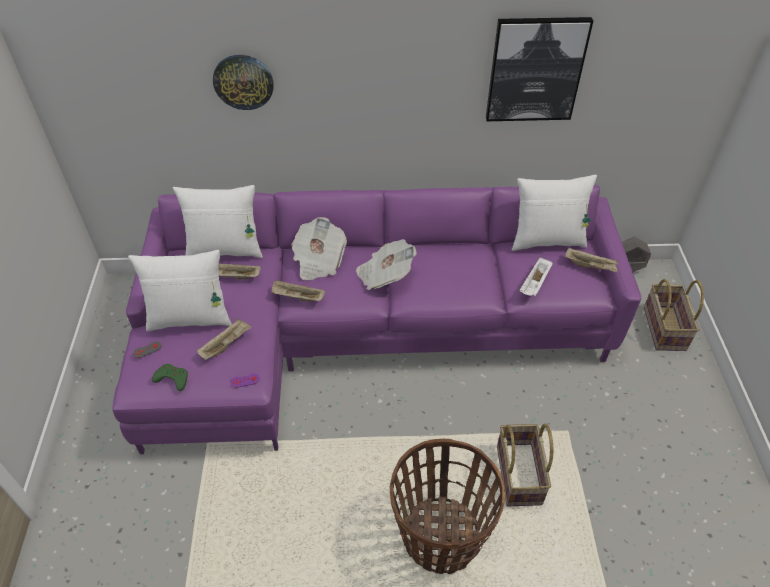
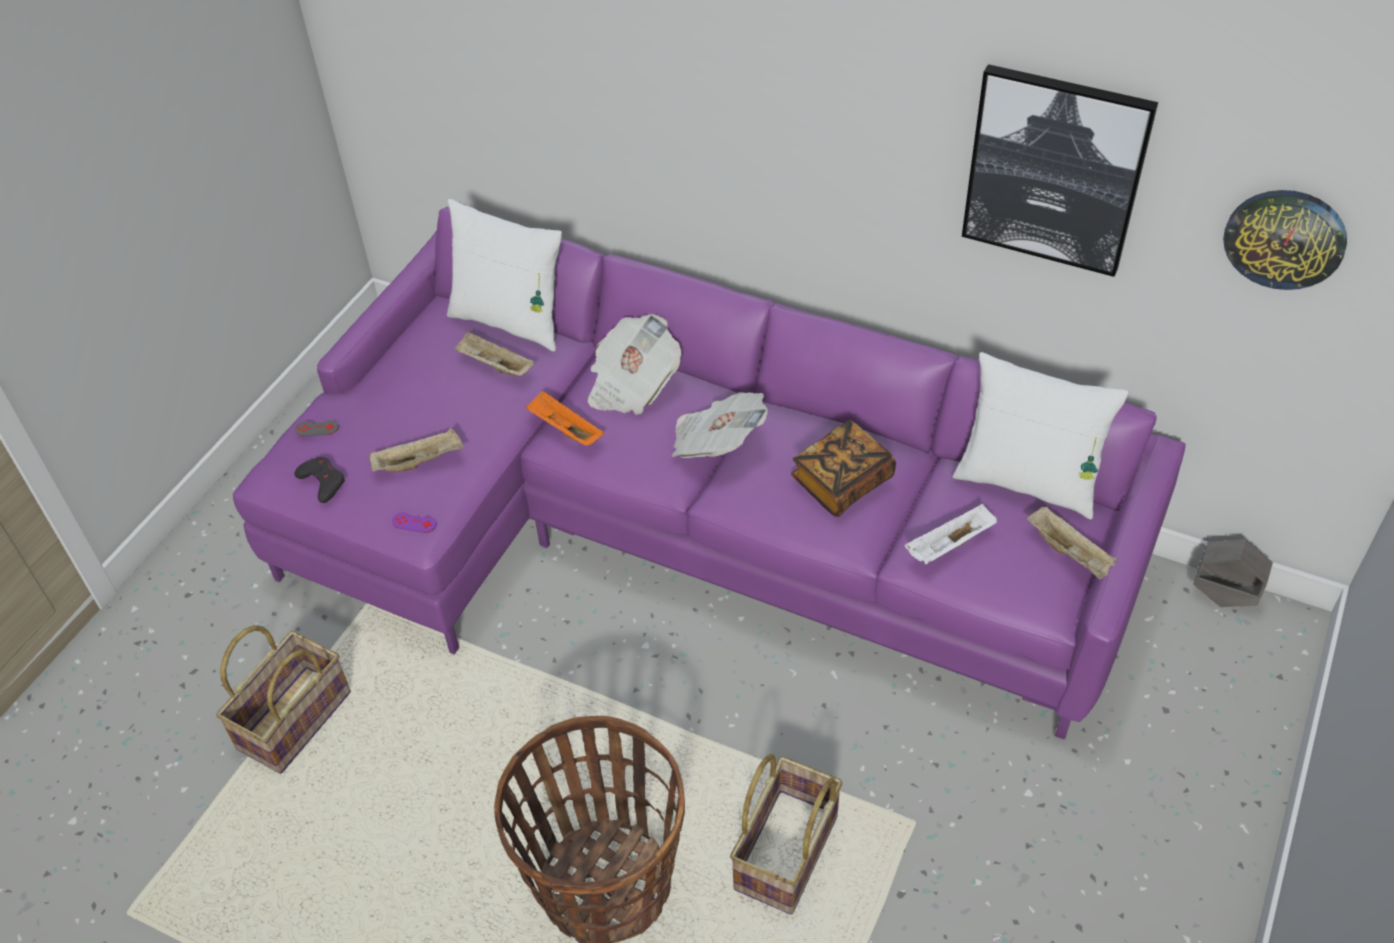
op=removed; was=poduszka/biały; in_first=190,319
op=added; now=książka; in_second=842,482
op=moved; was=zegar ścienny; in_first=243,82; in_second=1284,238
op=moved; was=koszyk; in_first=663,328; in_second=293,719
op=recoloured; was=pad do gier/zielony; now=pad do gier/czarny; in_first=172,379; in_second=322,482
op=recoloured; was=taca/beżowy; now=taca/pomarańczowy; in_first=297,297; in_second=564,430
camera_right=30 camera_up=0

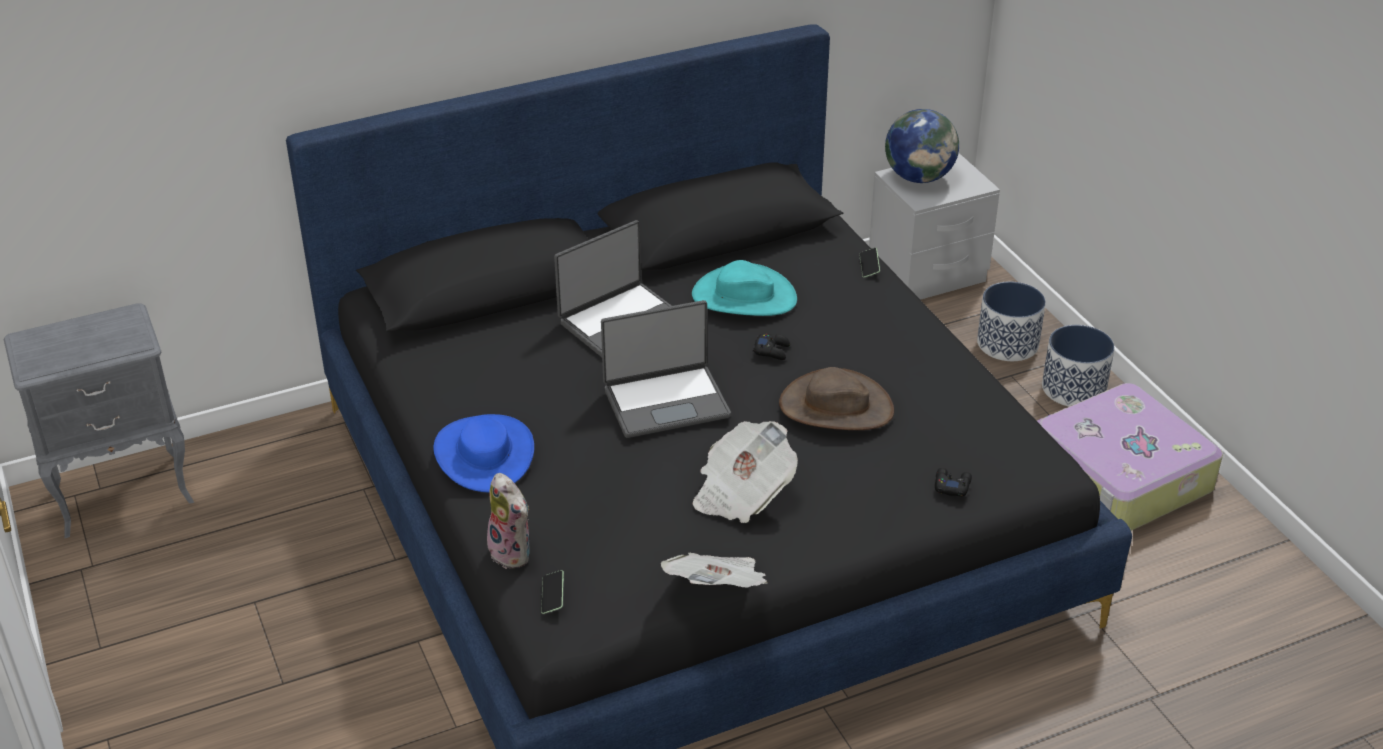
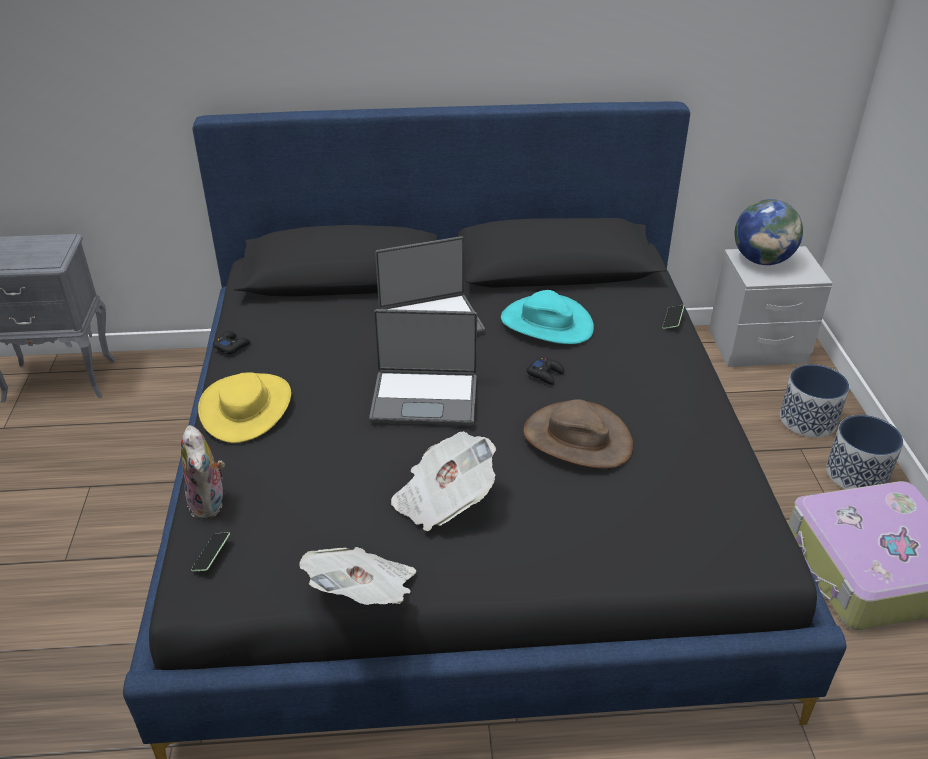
op=moved; was=pad do gier/czarny; in_first=951,485; in_second=232,346
op=recoloured; was=kapelusz/niebieski; now=kapelusz/żółty; in_first=485,454; in_second=247,407
camera_right=20 camera_up=0

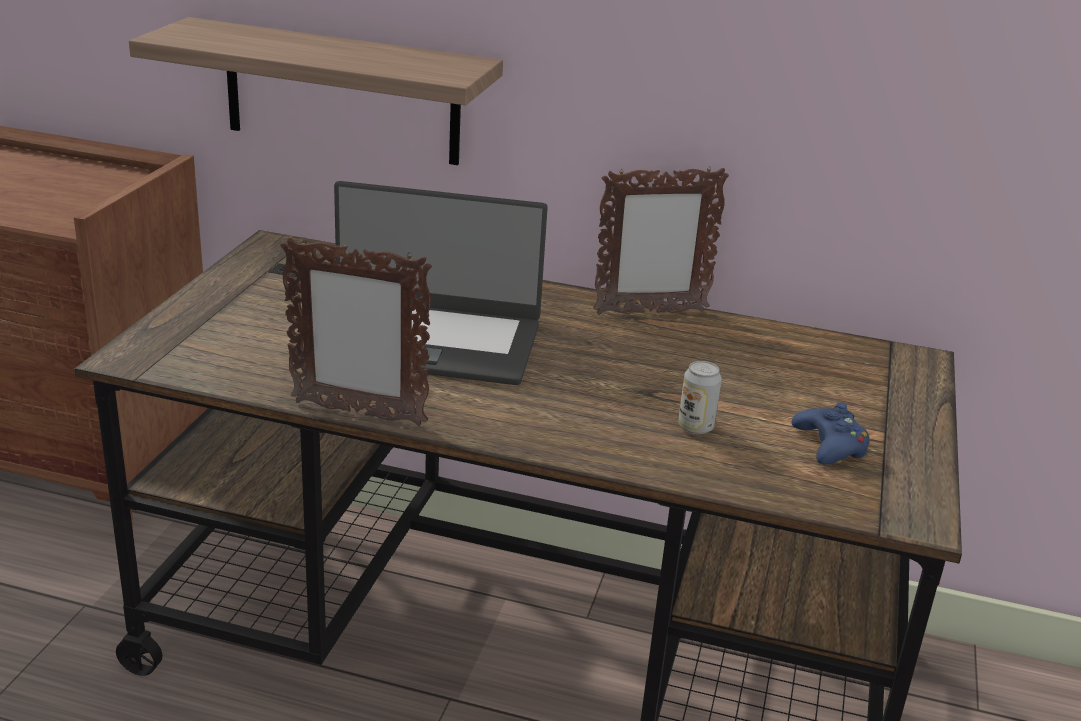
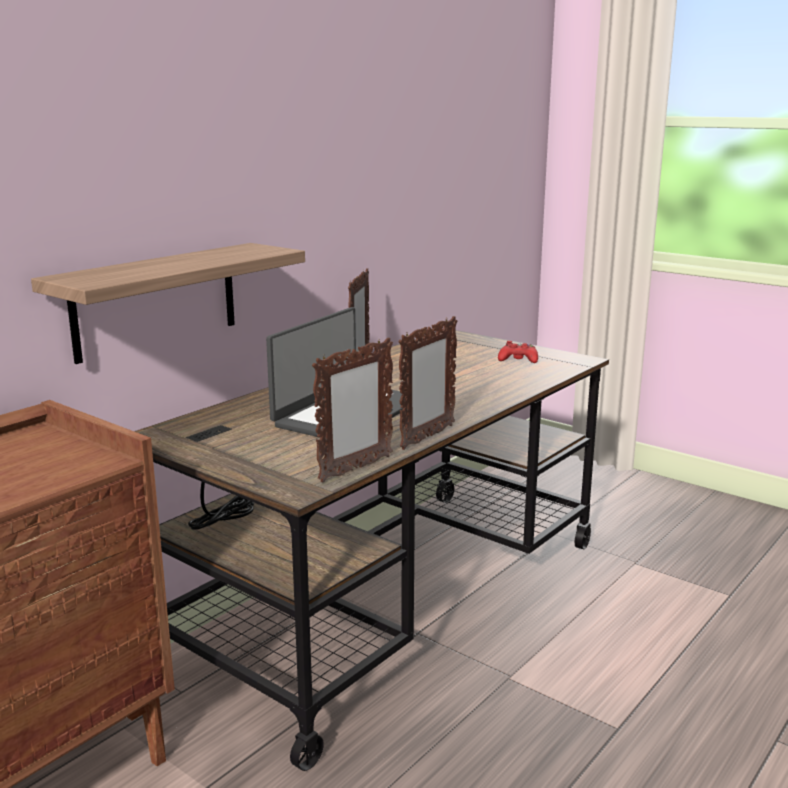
op=removed; was=puszka; in_first=695,427
op=added; now=ramka na zdjęcie; in_second=355,469
op=recoloured; was=pad do gier/niebieski; now=pad do gier/czerwony; in_first=830,445; in_second=518,360
camera_right=-65 camera_up=-10

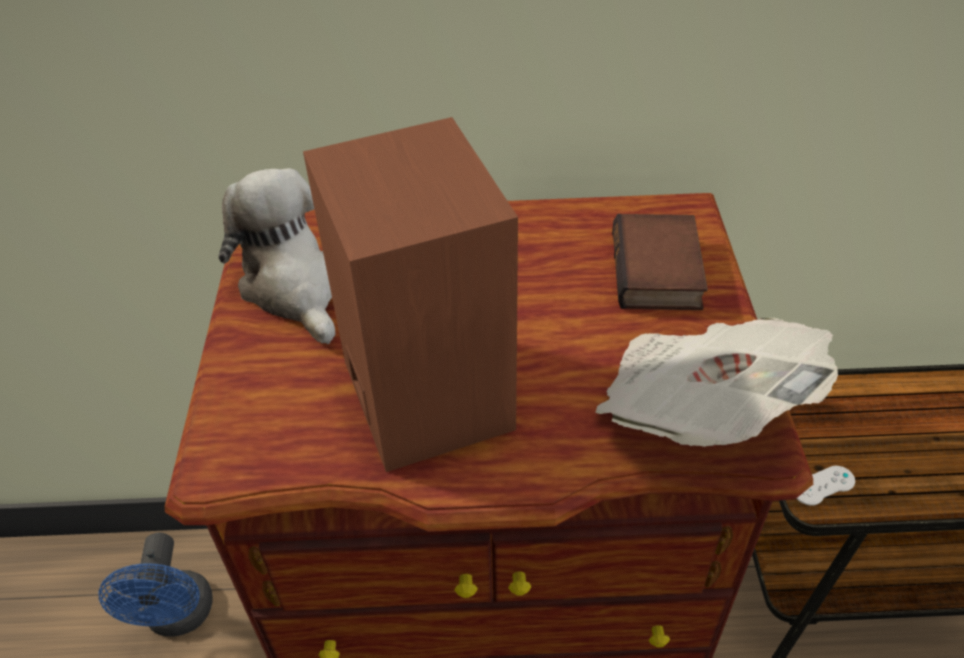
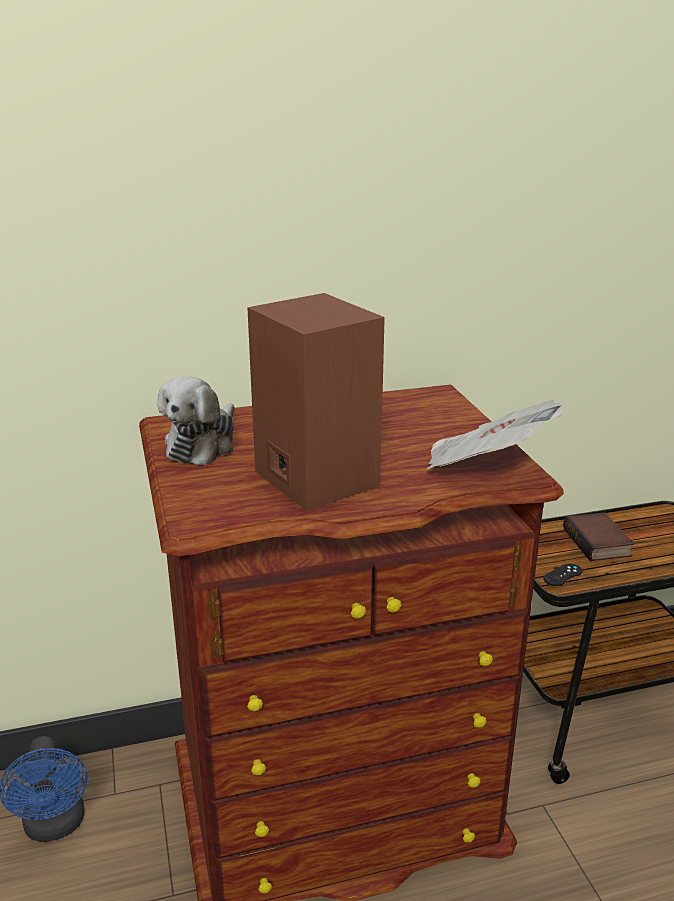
op=moved; was=książka; in_first=660,272; in_second=599,543
op=recoloured; was=pad do gier/biały; now=pad do gier/czarny; in_first=823,485; in_second=563,575
op=turned; was=pluszak; in_first=295,287; in_second=203,444; clockwise=-120
camera_right=-15 camera_up=-20

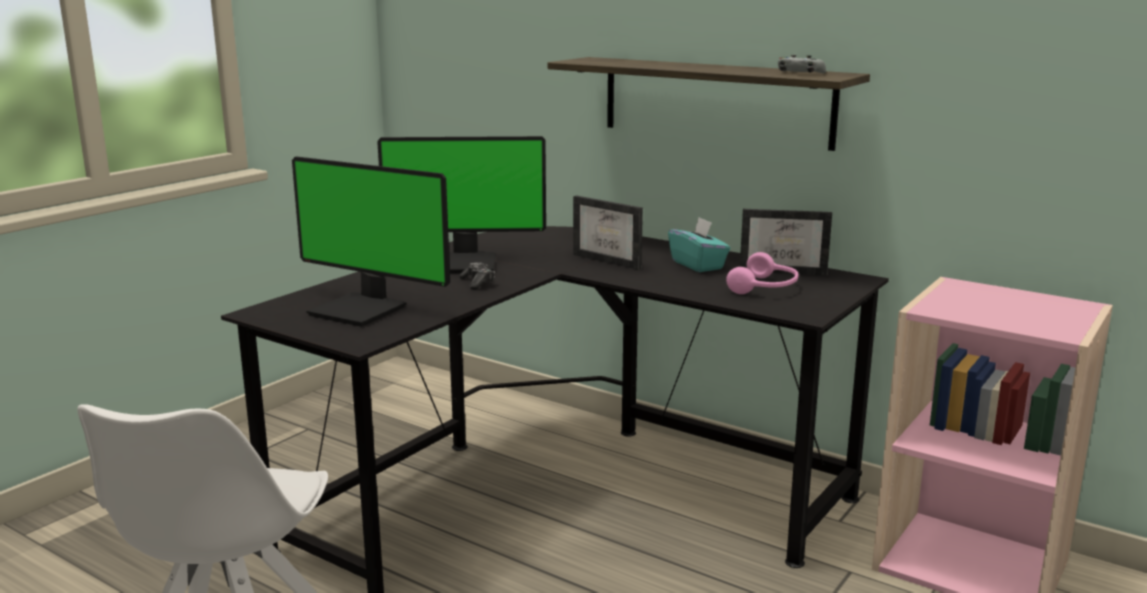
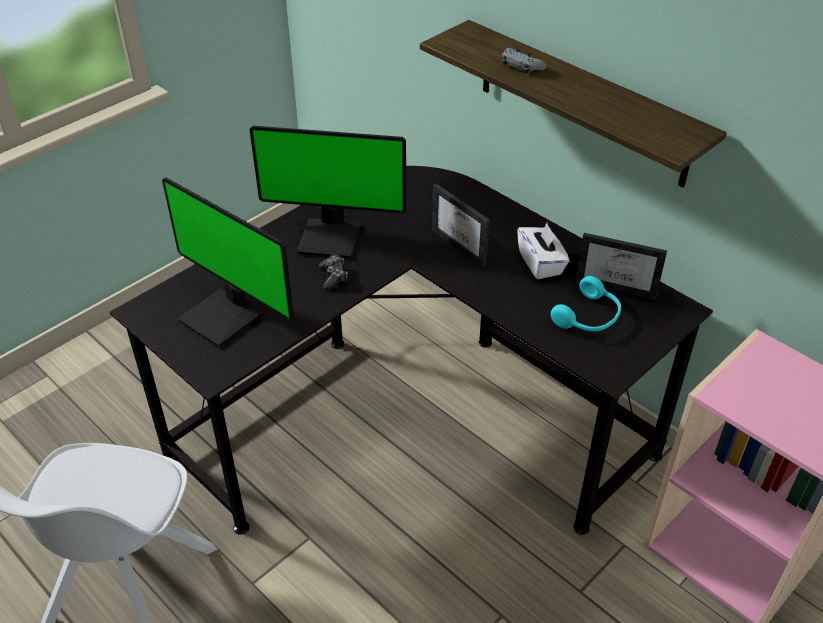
op=moved; was=pad do gier/szary; in_first=799,73; in_second=522,66
op=recoloured; was=pudełko chusteczek/turkusowy; now=pudełko chusteczek/biały; in_first=698,265; in_second=541,264
op=recoloured; was=słuchawki/różowy; now=słuchawki/turkusowy; in_first=765,288; in_second=589,317
camera_right=10 camera_up=25

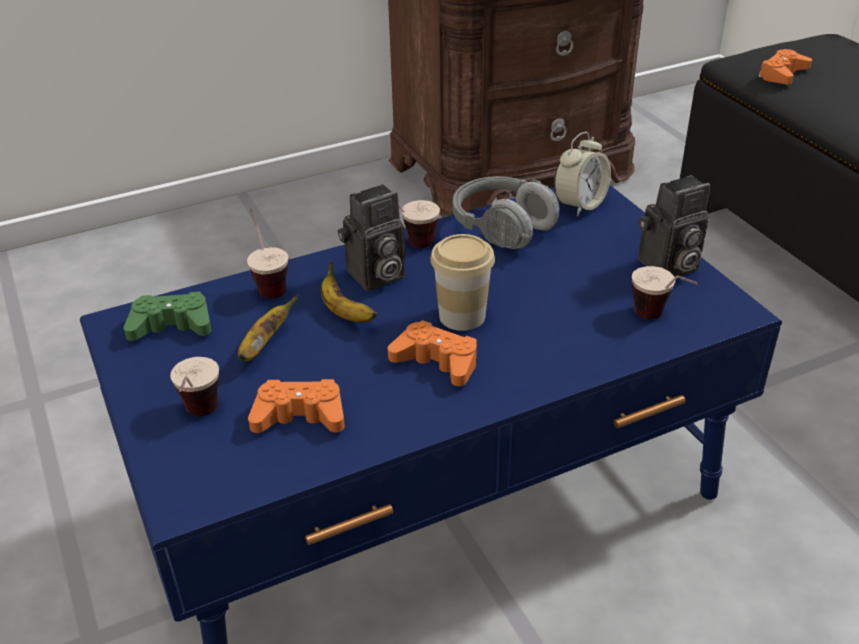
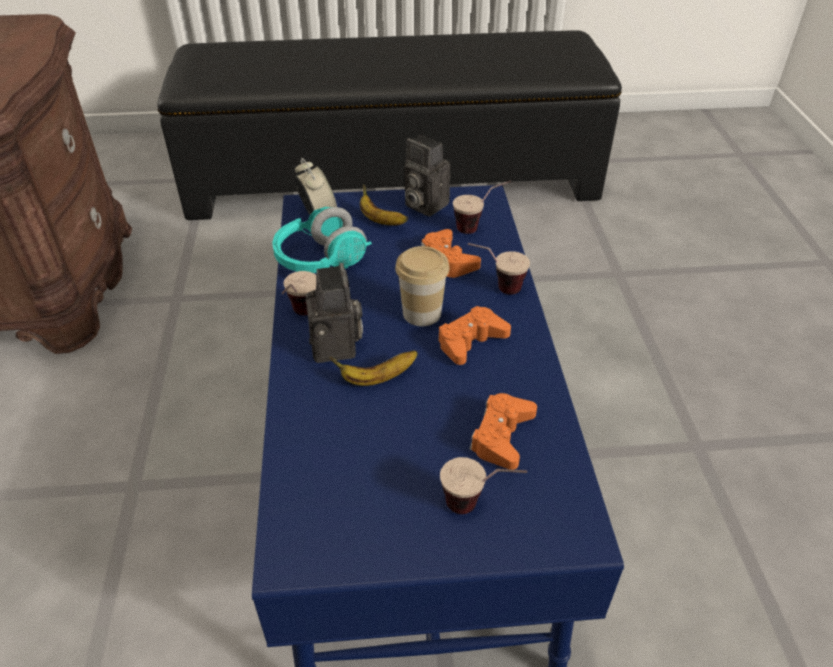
op=removed; was=pad do gier/zielony; in_first=172,326
op=moved; was=banan; in_first=264,344; in_second=380,220
op=moved; was=filiżanka; in_first=268,282; in_second=495,288
op=moved; was=pad do gier/pomarańczowy; in_first=782,74; in_second=448,260
op=recoloured; was=słuchawki/szary; now=słuchawki/turkusowy; in_first=503,229; in_second=321,260
op=turned; was=aparat fotograficzny; in_first=667,267; in_second=423,204; clockwise=135
camera_right=-70 camera_up=5

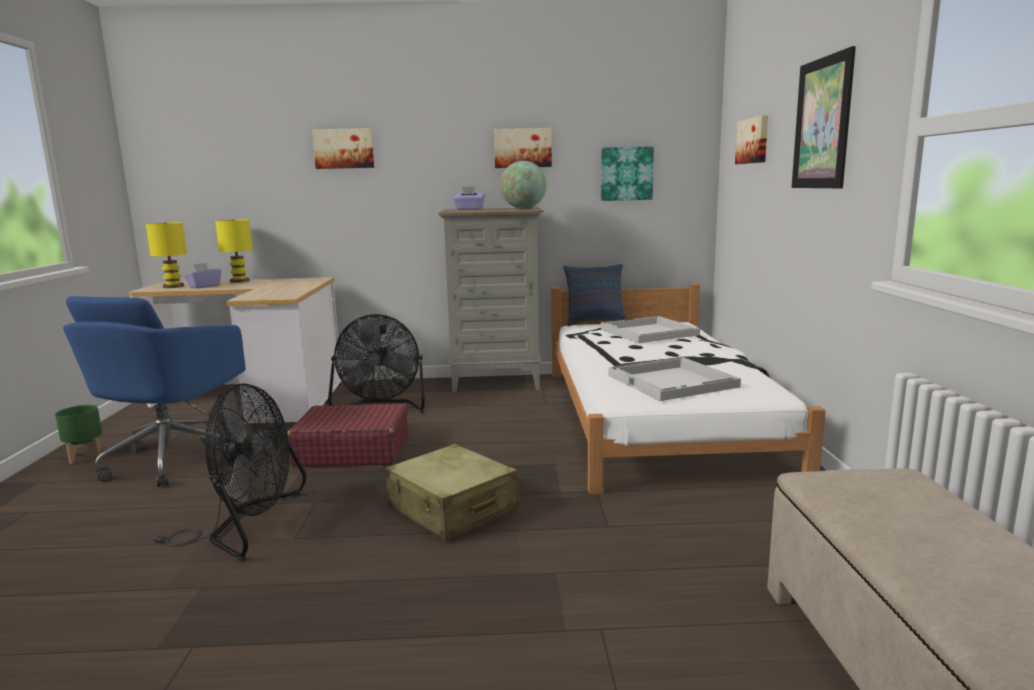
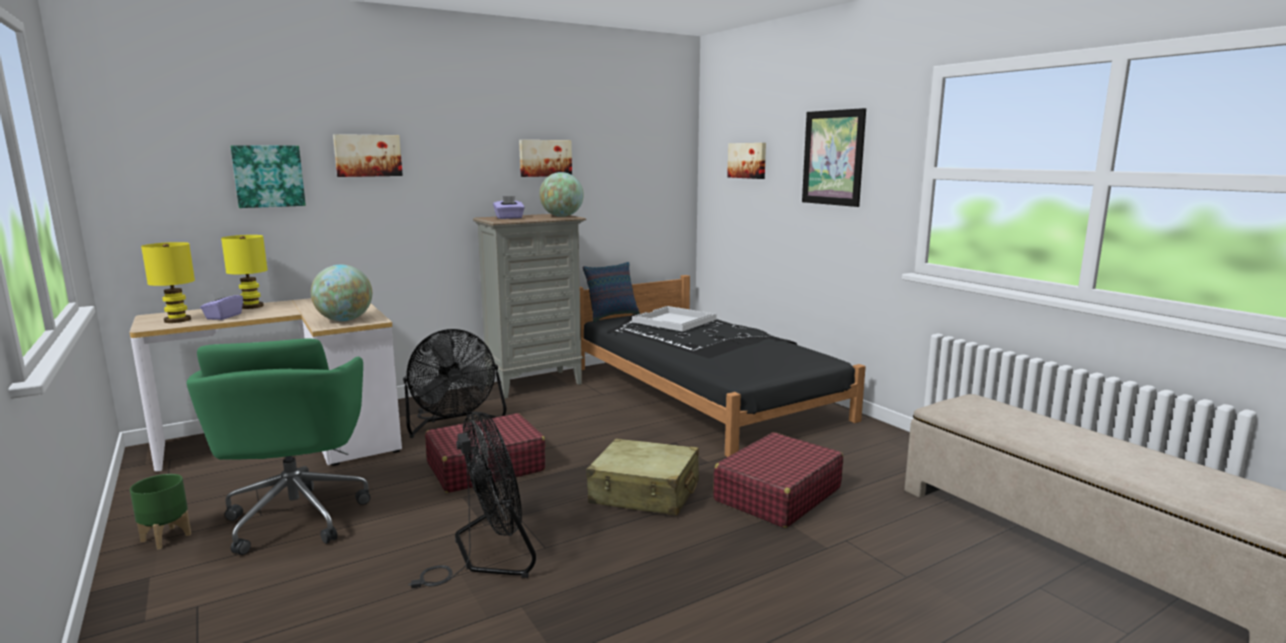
op=removed; was=taca/biały; in_first=673,381
op=added; now=globus; in_second=344,320
op=added; now=walizka/czerwony; in_second=777,494
op=moved; was=obraz; in_first=626,174; in_second=268,176
op=recoloured; was=krzesło biurowe/niebieski; now=krzesło biurowe/zielony; in_first=174,460; in_second=297,516
op=recoloured; was=łóżko/biały; now=łóżko/czarny; in_first=654,417; in_second=702,392
camera_right=-30 camera_up=0

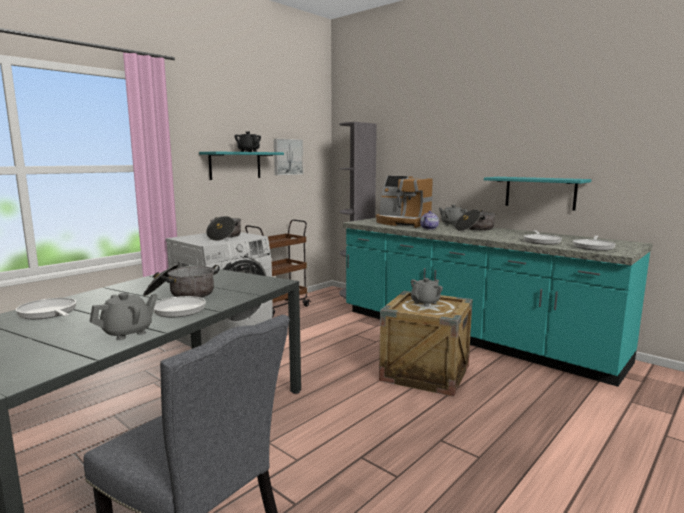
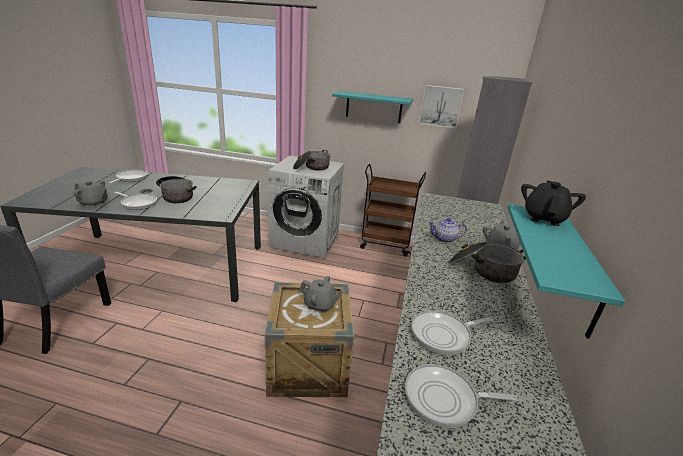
op=removed; was=ekspres do kawy; in_first=403,223
op=moved; was=imbryk/czarny; in_first=248,151; in_second=543,218
camera_right=60 camera_up=15

